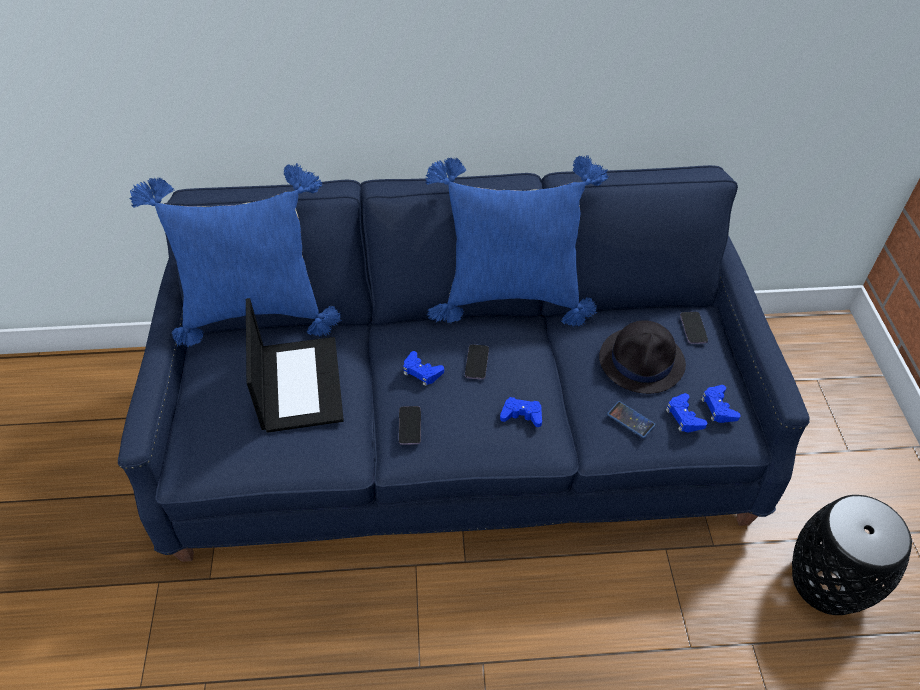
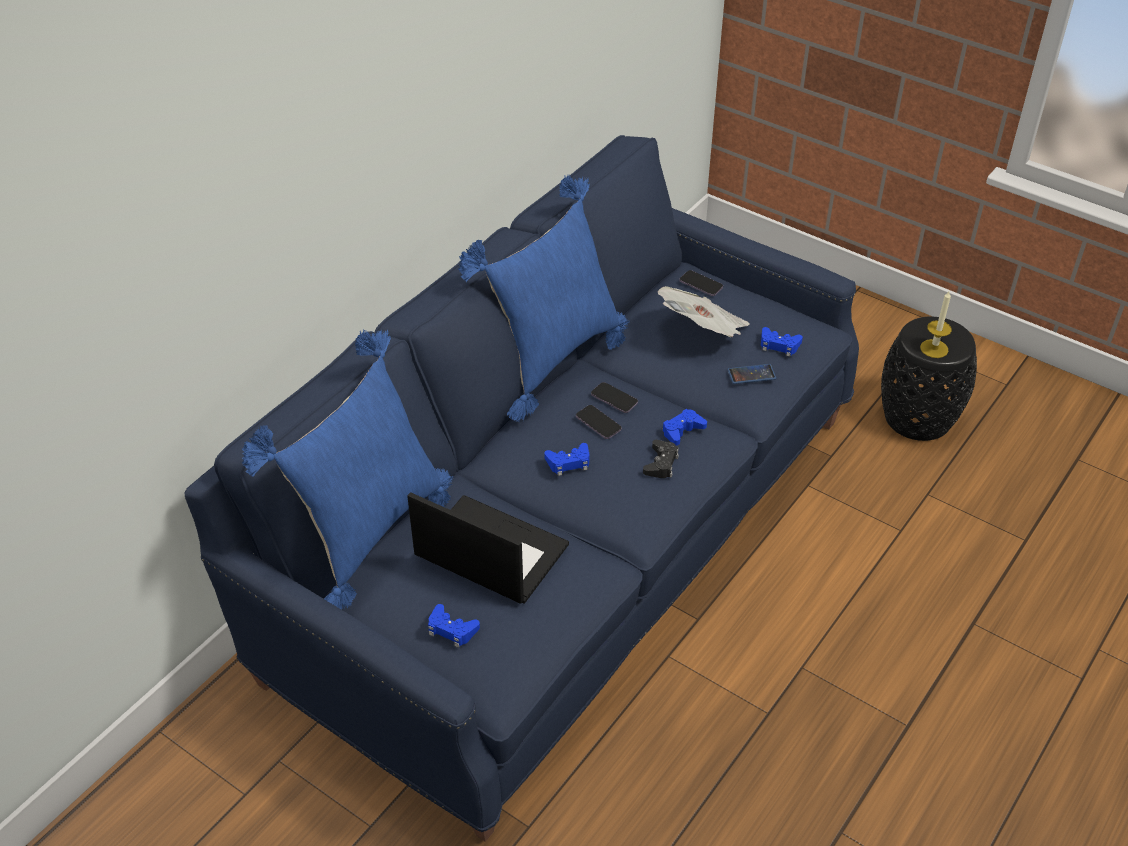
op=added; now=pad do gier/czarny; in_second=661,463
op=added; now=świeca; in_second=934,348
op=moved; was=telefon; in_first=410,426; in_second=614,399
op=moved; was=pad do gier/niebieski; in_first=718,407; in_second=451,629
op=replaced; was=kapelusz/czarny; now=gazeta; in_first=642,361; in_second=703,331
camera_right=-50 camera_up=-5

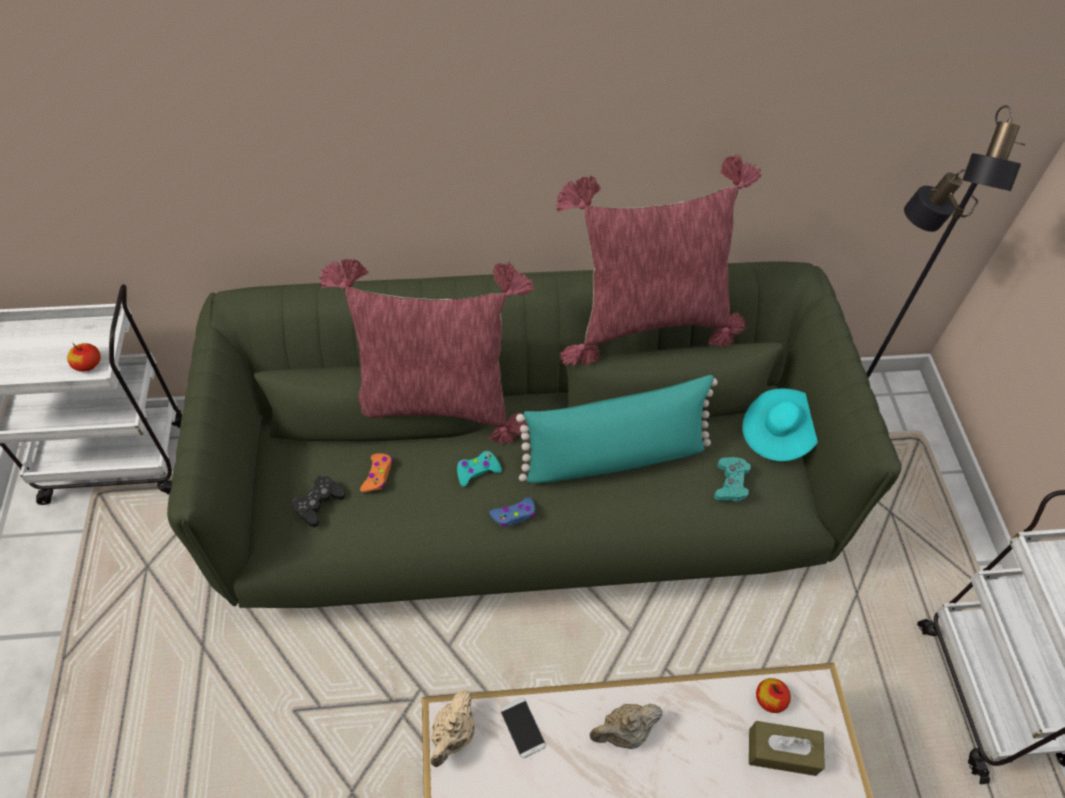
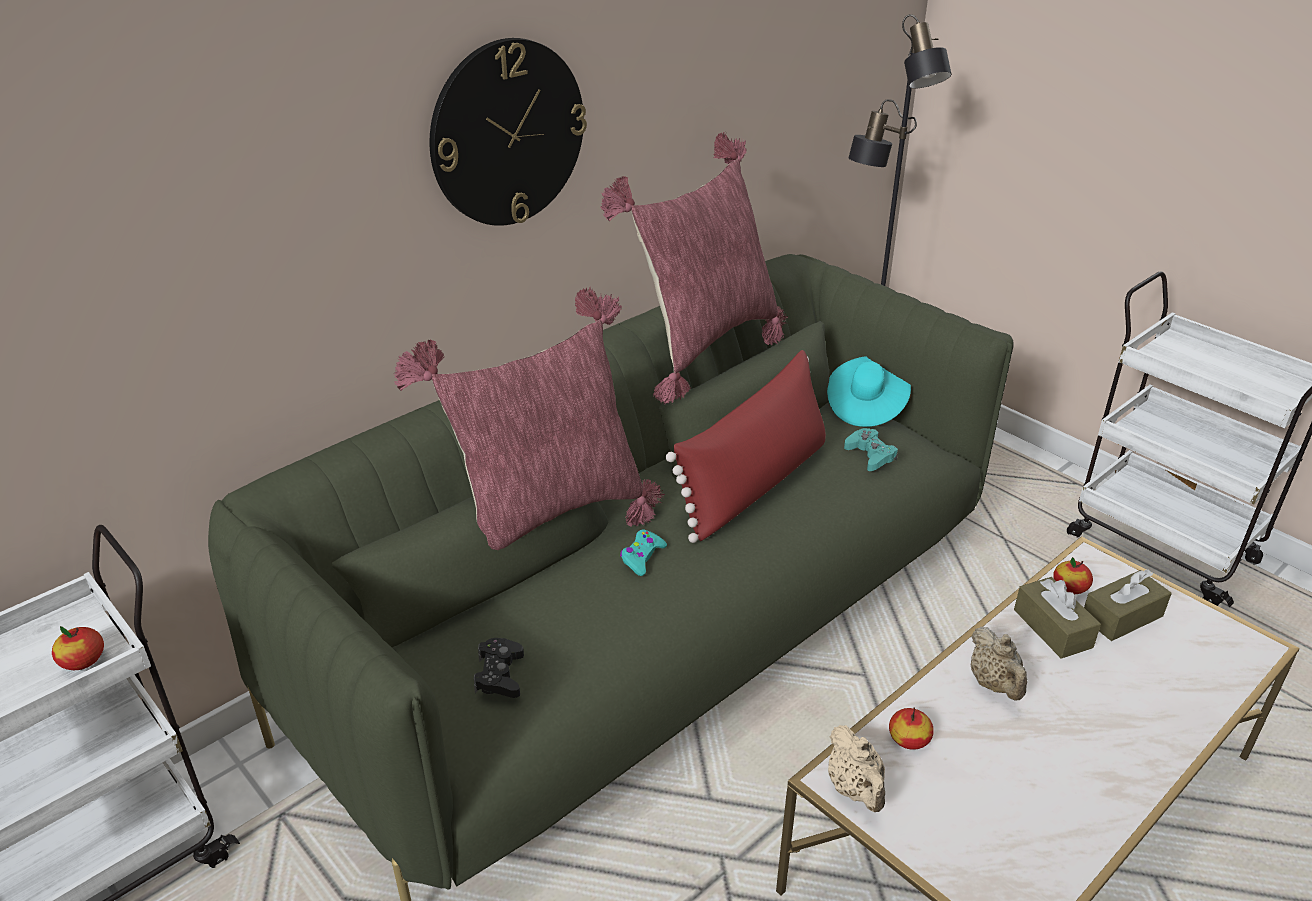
op=removed; was=pad do gier/pomarańczowy; in_first=377,475
op=removed; was=pad do gier/niebieski; in_first=514,515
op=added; now=zegar ścienny; in_second=507,133
op=added; now=pudełko chusteczek/brązowy; in_second=1052,628
op=replaced; was=telefon; now=jabłko; in_first=522,727; in_second=909,739
op=recoloured; was=poduszka/turkusowy; now=poduszka/czerwony; in_first=614,456; in_second=754,484
op=turned; was=imbryk/beżowy; in_first=623,732; in_second=994,684; clockwise=-45
camera_right=-35 camera_up=-20

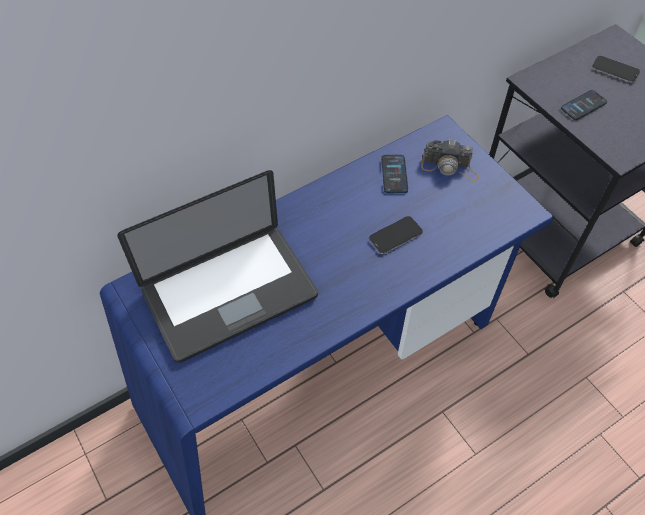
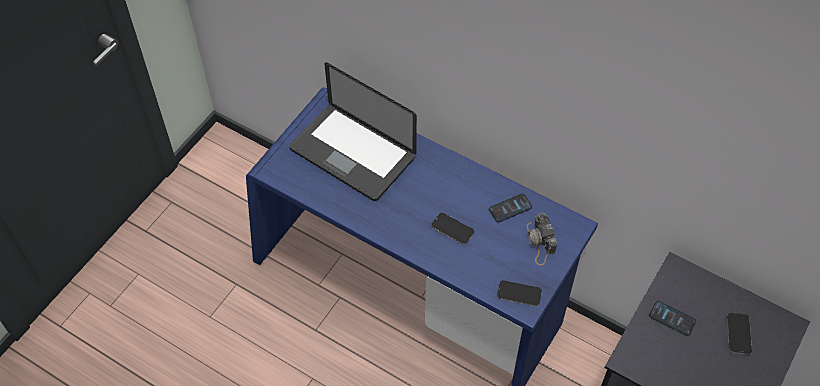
op=added; now=telefon; in_second=519,294
camera_right=65 camera_up=0

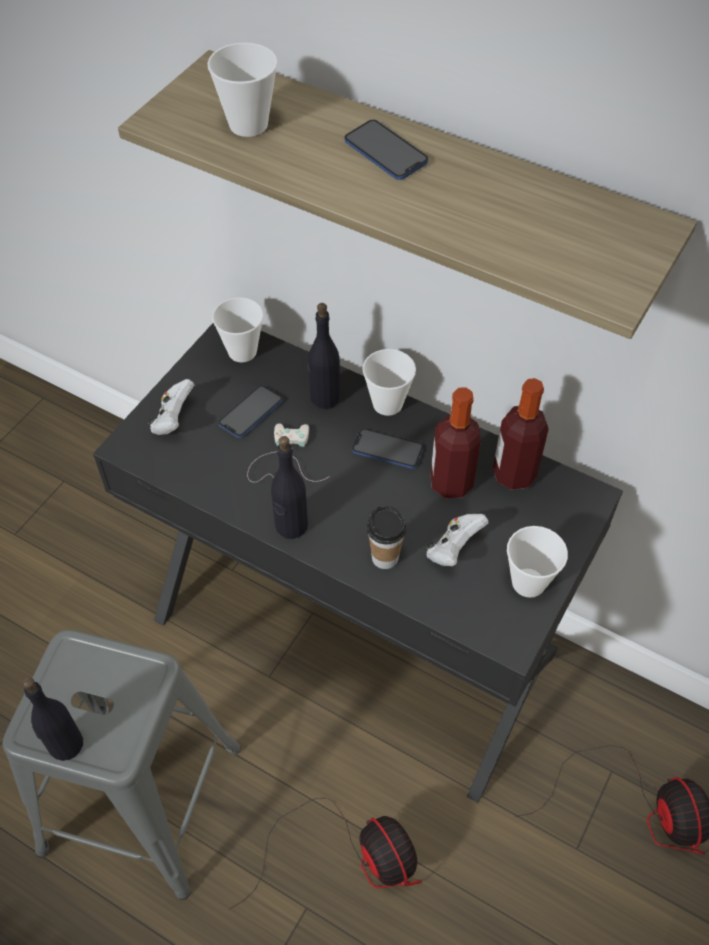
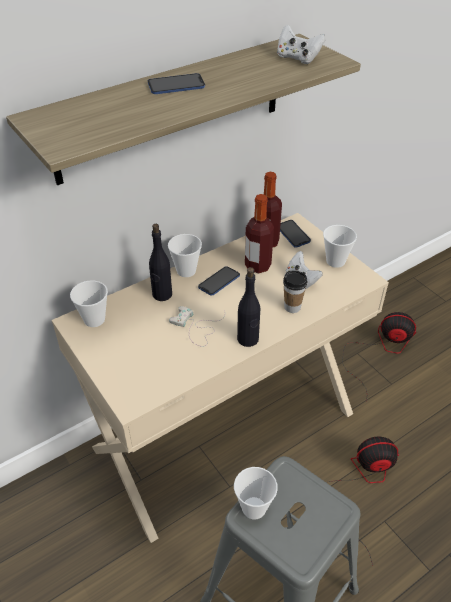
op=removed; was=butelka/czarny; in_first=65,744
op=moved; was=pad do gier/biały; in_first=173,420; in_second=297,58
op=moved; was=filiżanka; in_first=248,125; in_second=254,508
op=moved; was=telefon; in_first=251,412; in_second=293,234
op=recoloured; was=biurko/czarny; now=biurko/beżowy; in_first=356,632; in_second=224,428
camera_right=-65 camera_up=-10

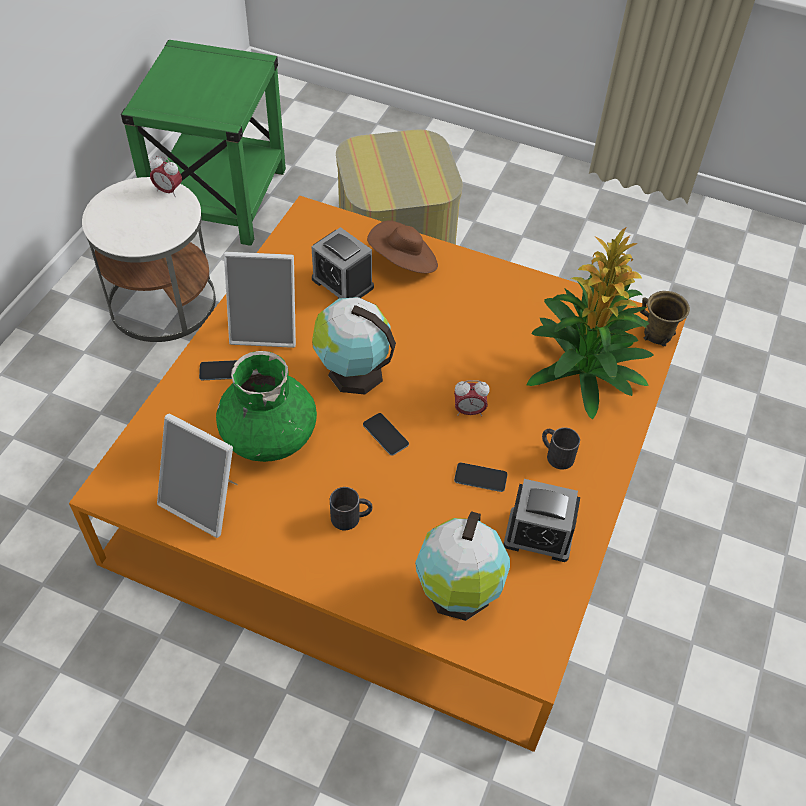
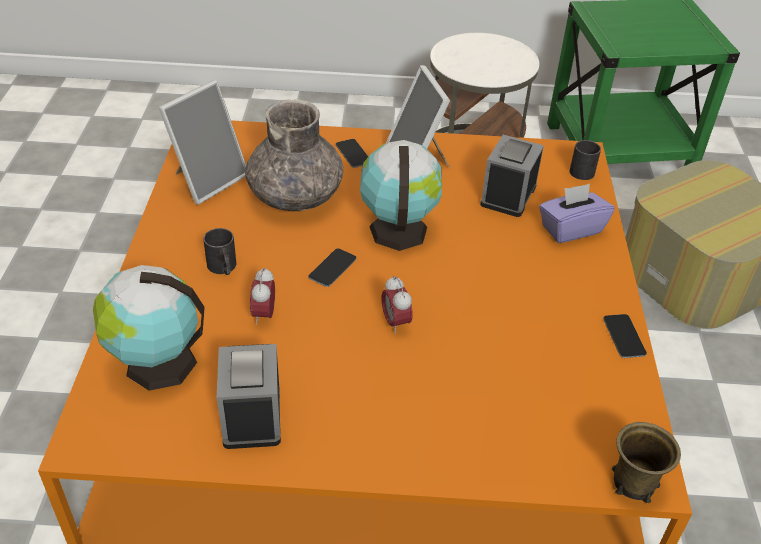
op=removed; was=roślina doniczkowa; in_first=583,372
op=moved; was=budzik; in_first=168,191; in_second=264,315
op=moved; was=telefon; in_first=480,477; in_second=624,336
op=moved; was=kubek/czarny; in_first=556,454; in_second=583,169
op=replaced; was=kapelusz/brązowy; now=pudełko chusteczek/fioletowy; in_first=403,262; in_second=571,229
op=recoloured; was=wazon/zielony; now=wazon/szary; in_first=269,434; in_second=296,196
op=turned; was=ramka na zdjęcie; in_first=205,502; in_second=208,180; clockwise=-150
camera_right=70 camera_up=-10

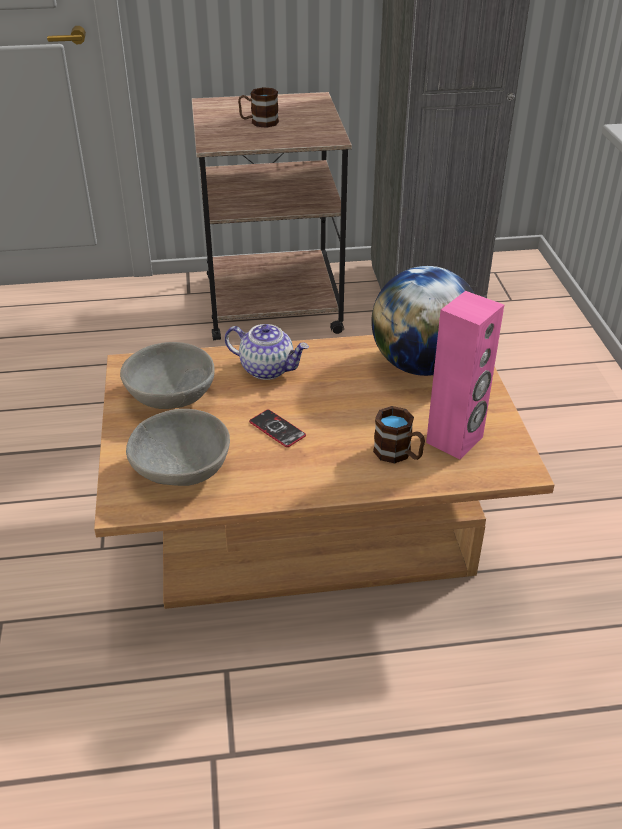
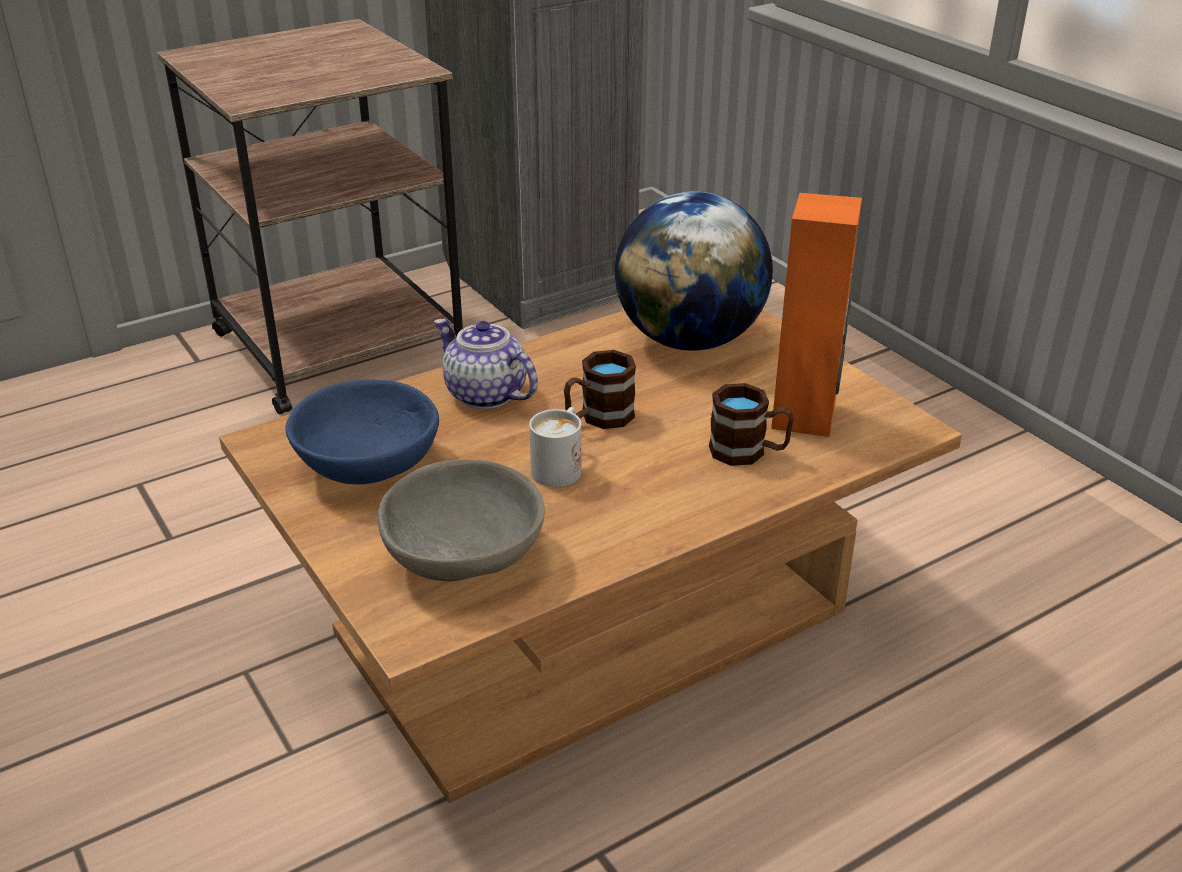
op=moved; was=kubek/brązowy; in_first=259,122; in_second=598,418
op=replaced; was=telefon; now=kubek/biały; in_first=277,429; in_second=560,466
op=recoloured; was=miska/szary; now=miska/niebieski; in_first=172,397; in_second=370,466
op=recoloured; was=głośnik/różowy; now=głośnik/pomarańczowy; in_first=455,440; in_second=805,416
op=turned; was=imbryk; in_first=268,369; in_second=484,394; clockwise=-135
camera_right=-25 camera_up=-5

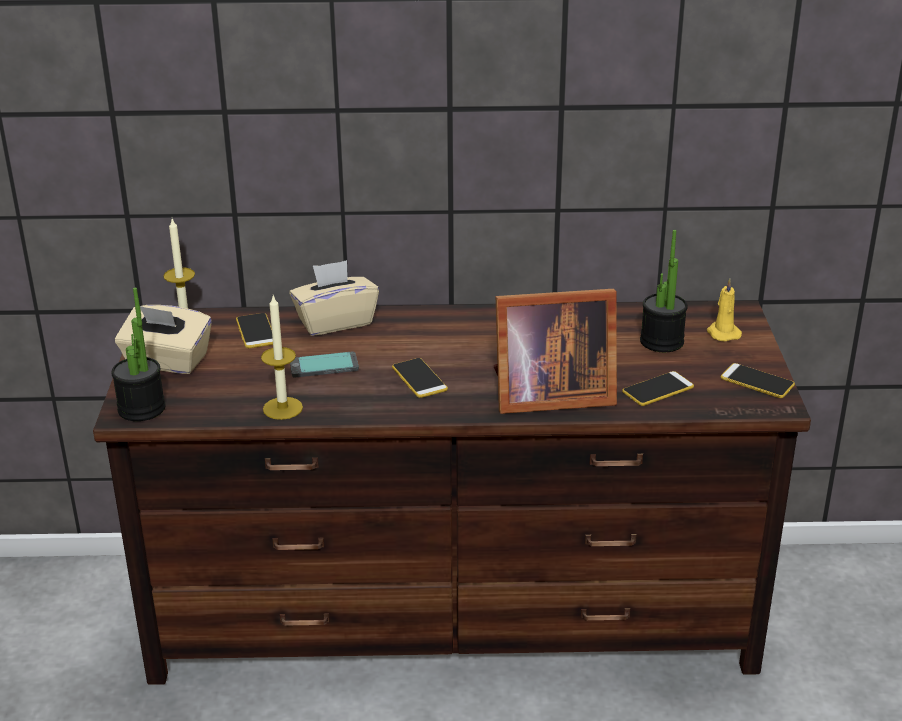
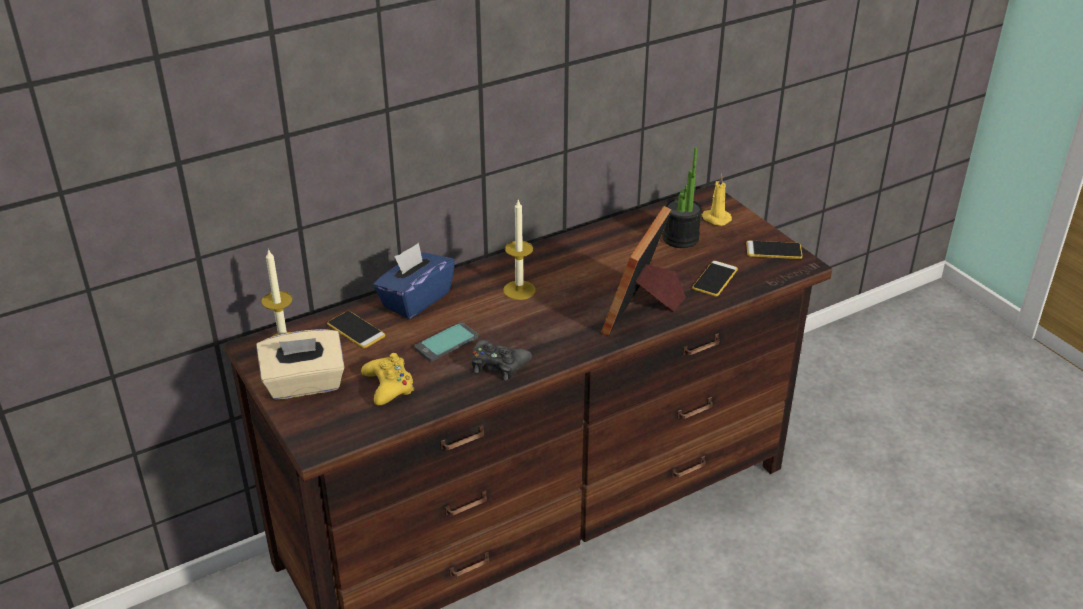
op=removed; was=roślina doniczkowa; in_first=141,408
op=removed; was=telefon; in_first=419,378
op=added; now=pad do gier/żółty; in_second=389,386
op=added; now=pad do gier/czarny; in_second=498,365
op=moved; was=świeca; in_first=282,408; in_second=519,290
op=recoloured; was=pudełko chusteczek/beżowy; now=pudełko chusteczek/niebieski; in_first=335,322; in_second=415,300
op=turned; was=ramka na zdjęcie; in_first=547,395; in_second=643,310; clockwise=150
camera_right=-30 camera_up=5

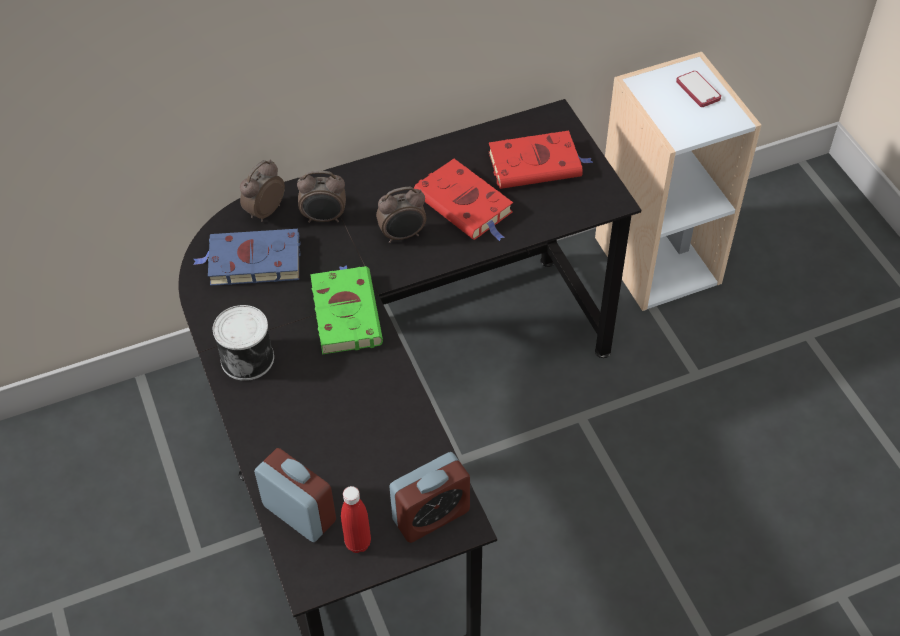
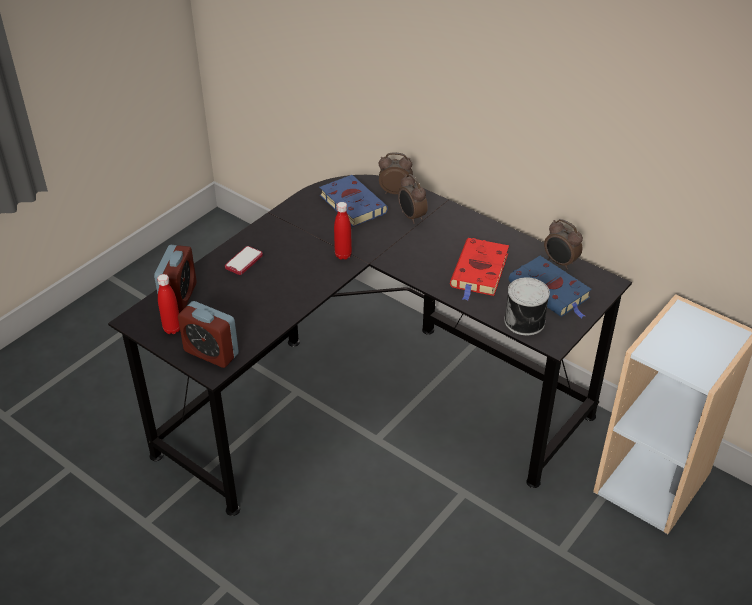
op=moved; was=puszka; in_first=248,357; in_second=525,321
op=moved; was=budzik; in_first=403,235; in_second=560,263
op=moved; was=telefon; in_first=698,90; in_second=244,261
op=replaced; was=książka/zielony; now=butelka/czerwony; in_first=345,312; in_second=343,255
op=recoloured; was=książka/czerwony; now=książka/niebieski; in_first=537,164; in_second=551,291
camera_right=60 camera_up=-10

